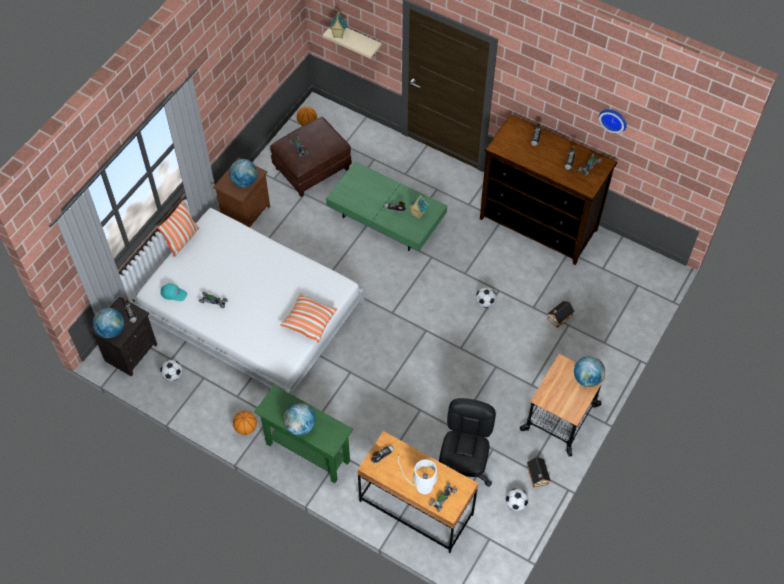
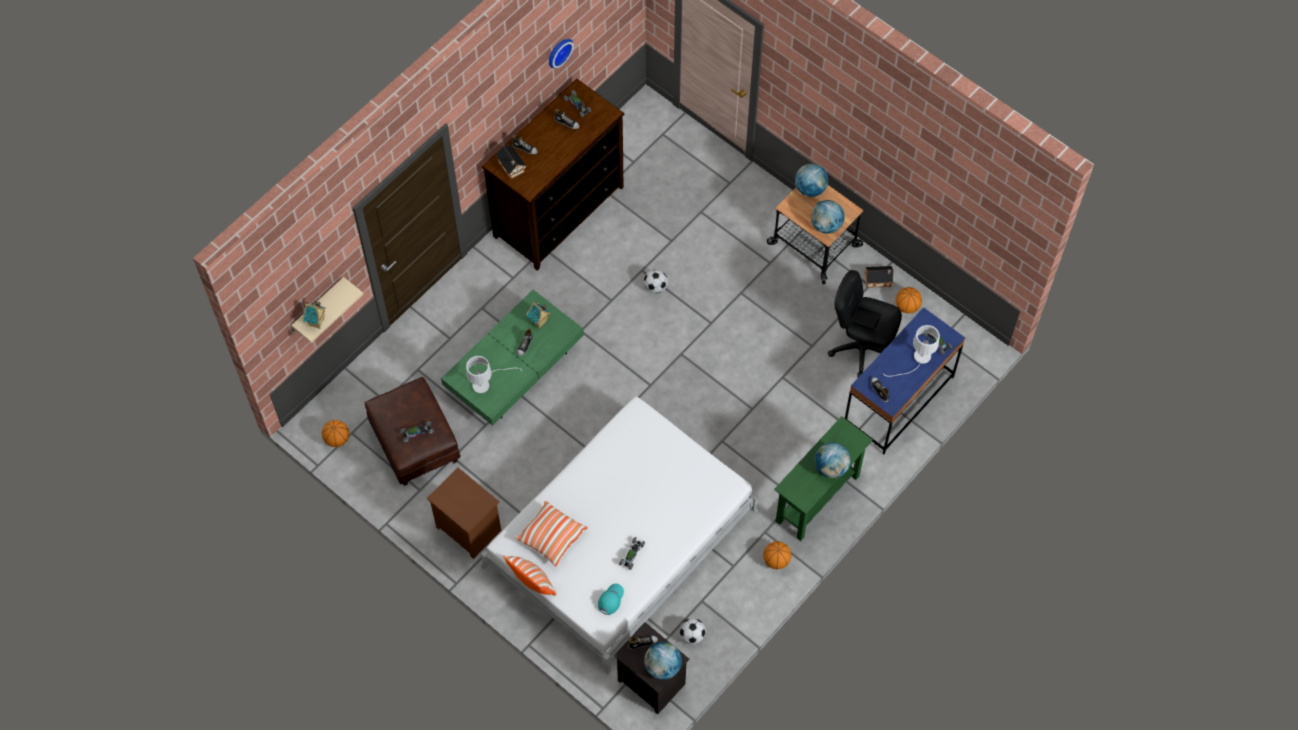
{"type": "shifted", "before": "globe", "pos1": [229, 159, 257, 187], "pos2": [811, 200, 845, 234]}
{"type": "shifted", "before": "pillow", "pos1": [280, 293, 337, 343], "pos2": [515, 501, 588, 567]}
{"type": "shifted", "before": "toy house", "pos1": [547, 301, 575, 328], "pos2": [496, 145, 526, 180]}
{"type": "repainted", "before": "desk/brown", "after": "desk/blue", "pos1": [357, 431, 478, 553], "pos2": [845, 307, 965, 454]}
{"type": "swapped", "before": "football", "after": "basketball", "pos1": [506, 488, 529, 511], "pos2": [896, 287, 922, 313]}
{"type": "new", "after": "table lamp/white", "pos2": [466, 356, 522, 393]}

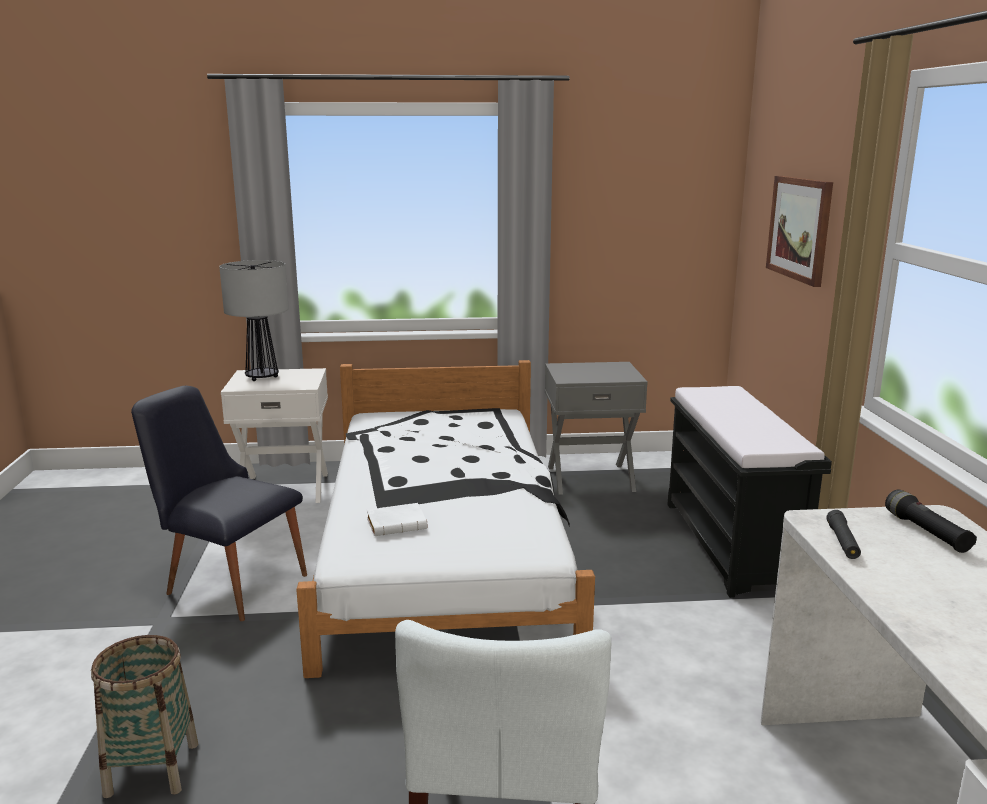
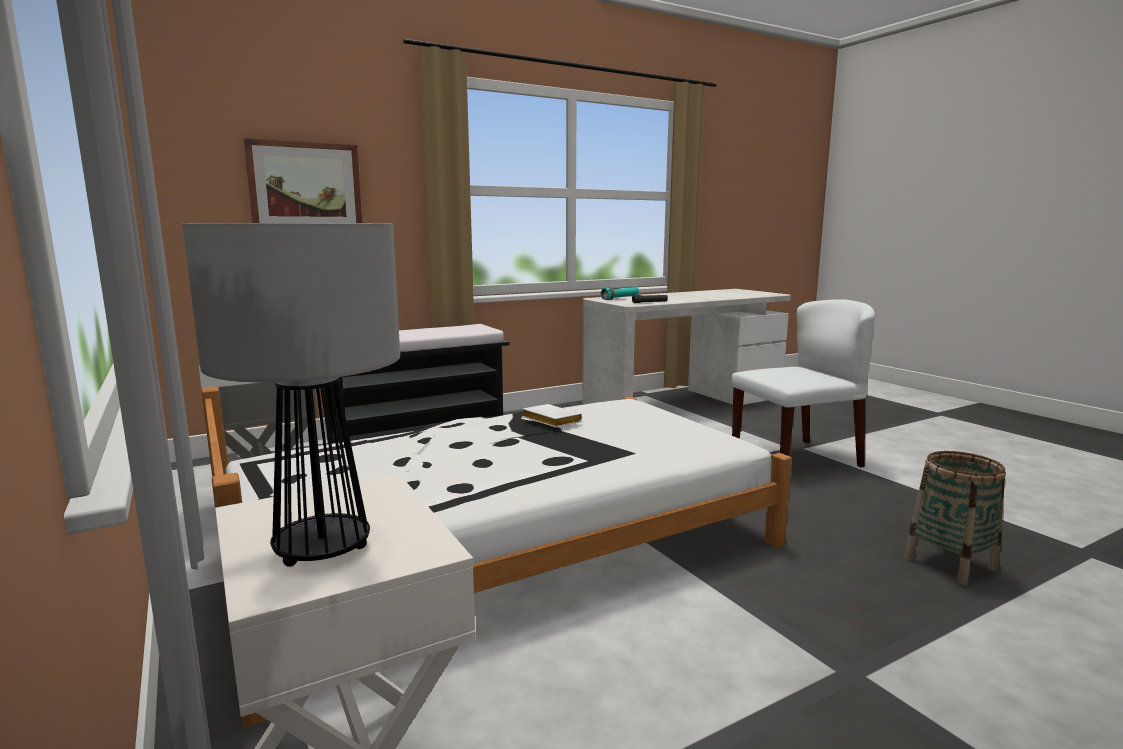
{"type": "gone", "before": "chair/black", "pos1": [131, 386, 307, 621]}
{"type": "repainted", "before": "flashlight/black", "after": "flashlight/turquoise", "pos1": [885, 490, 977, 553], "pos2": [601, 287, 639, 300]}
{"type": "shifted", "before": "book/white", "pos1": [367, 503, 427, 536], "pos2": [522, 404, 582, 427]}

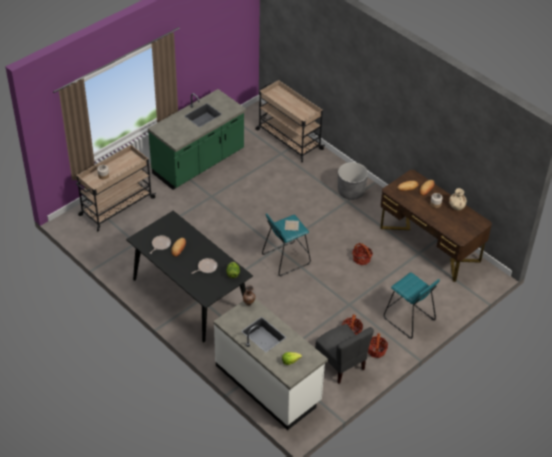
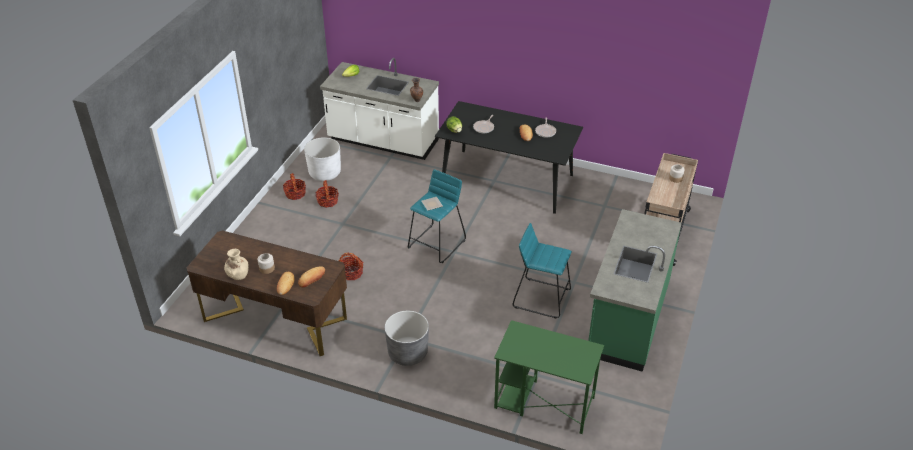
{"type": "swapped", "before": "cart/beige", "after": "desk/green", "pos1": [256, 80, 325, 163], "pos2": [494, 320, 604, 434]}
{"type": "shifted", "before": "stool/turquoise", "pos1": [384, 272, 440, 339], "pos2": [513, 223, 572, 319]}
{"type": "swapped", "before": "chair/grey", "after": "planter/white", "pos1": [315, 324, 374, 384], "pos2": [304, 137, 341, 181]}

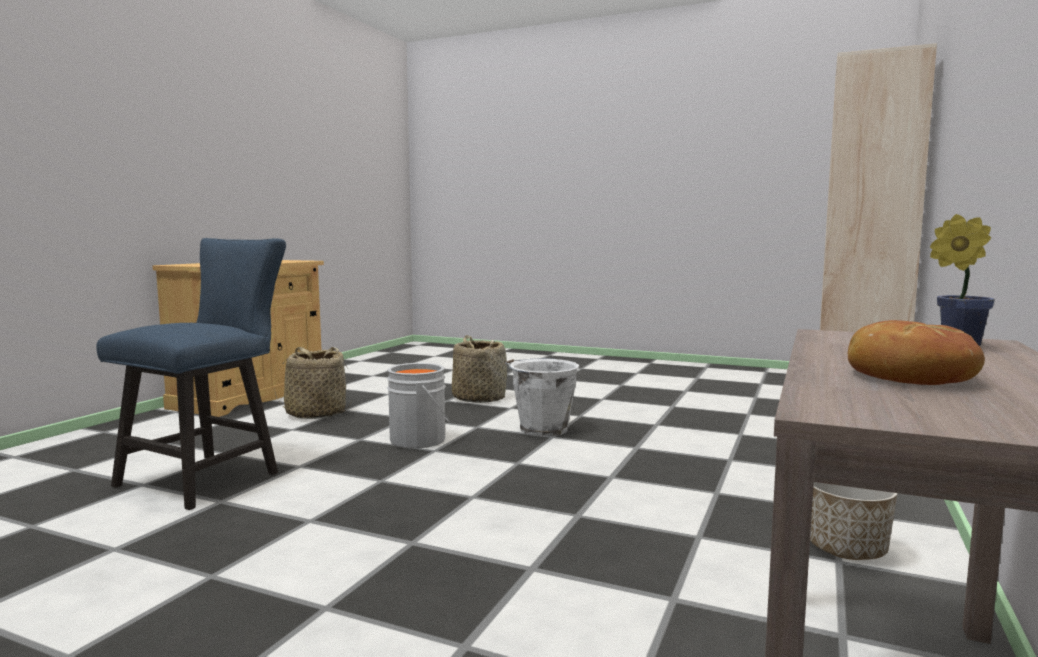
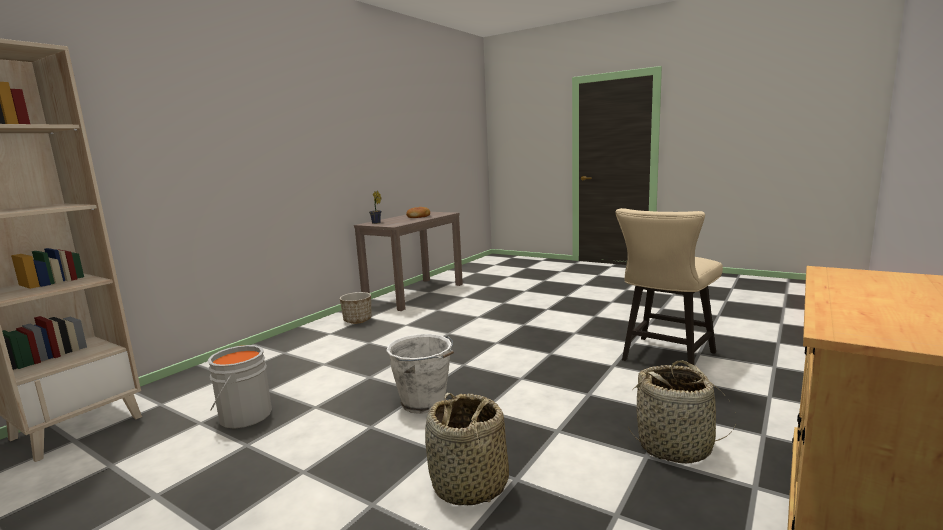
{"type": "repainted", "before": "chair/blue", "after": "chair/beige", "pos1": [96, 238, 286, 510], "pos2": [615, 208, 723, 367]}
{"type": "shifted", "before": "bucket/grey", "pos1": [387, 363, 450, 449], "pos2": [208, 345, 272, 429]}

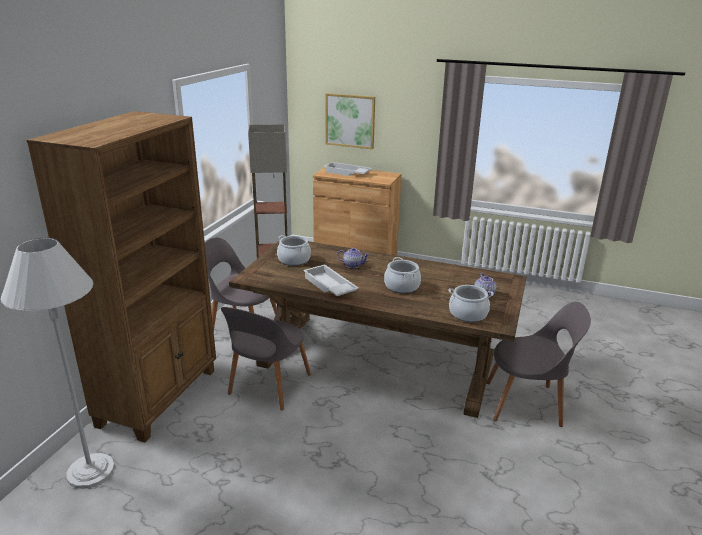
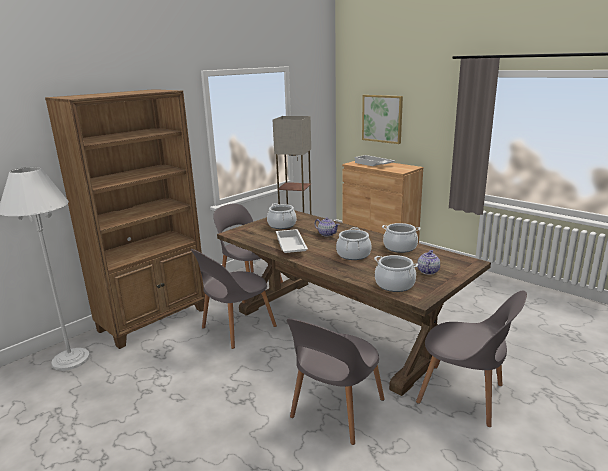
{"type": "new", "after": "cooking pot", "pos2": [382, 223, 421, 253]}
{"type": "new", "after": "chair/grey", "pos2": [287, 318, 385, 445]}

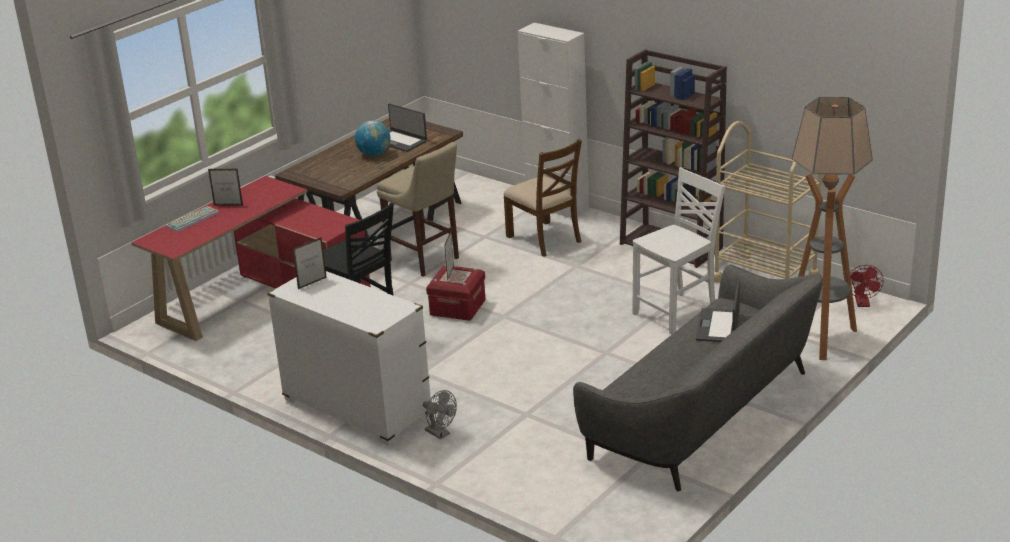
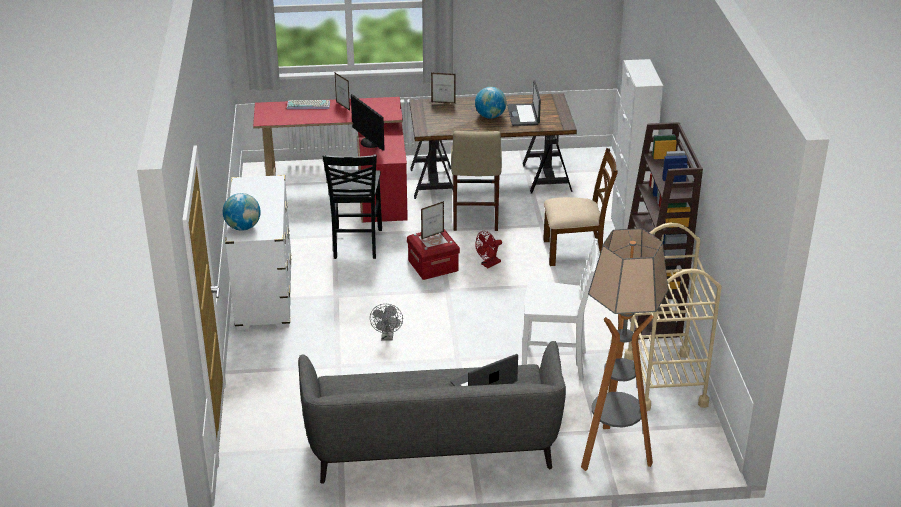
{"type": "rotated", "before": "chair/brown", "pos1": [503, 139, 582, 257], "pos2": [543, 148, 618, 266], "turn": -105}
{"type": "shifted", "before": "picture frame", "pos1": [293, 237, 327, 289], "pos2": [431, 73, 456, 104]}
{"type": "shifted", "before": "fan/red", "pos1": [850, 265, 884, 307], "pos2": [475, 231, 502, 268]}
{"type": "shifted", "before": "fan/grey", "pos1": [423, 390, 457, 439], "pos2": [370, 304, 403, 341]}
{"type": "new", "after": "monitor", "pos2": [351, 94, 384, 151]}
{"type": "new", "after": "globe", "pos2": [223, 193, 261, 231]}

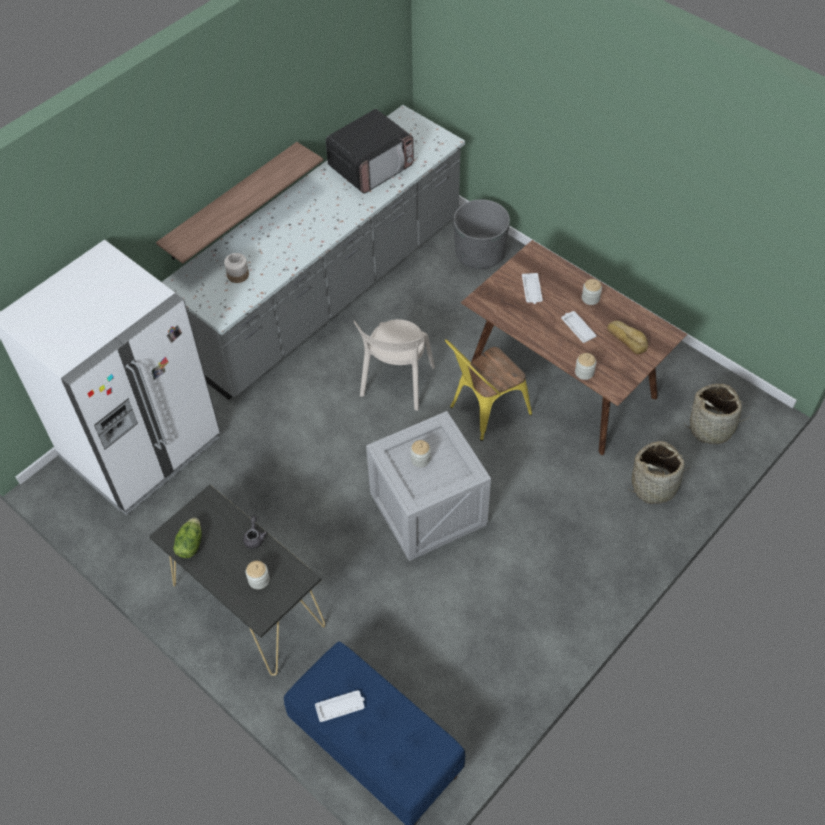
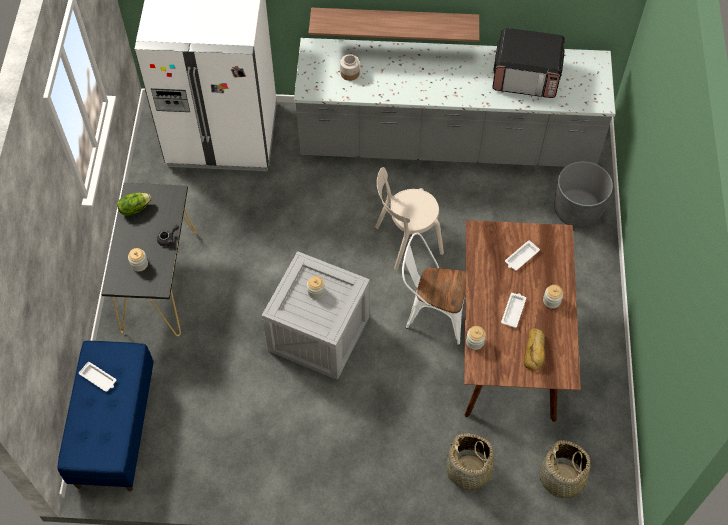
{"type": "repainted", "before": "chair/yellow", "after": "chair/white", "pos1": [445, 339, 532, 441], "pos2": [402, 233, 465, 345]}

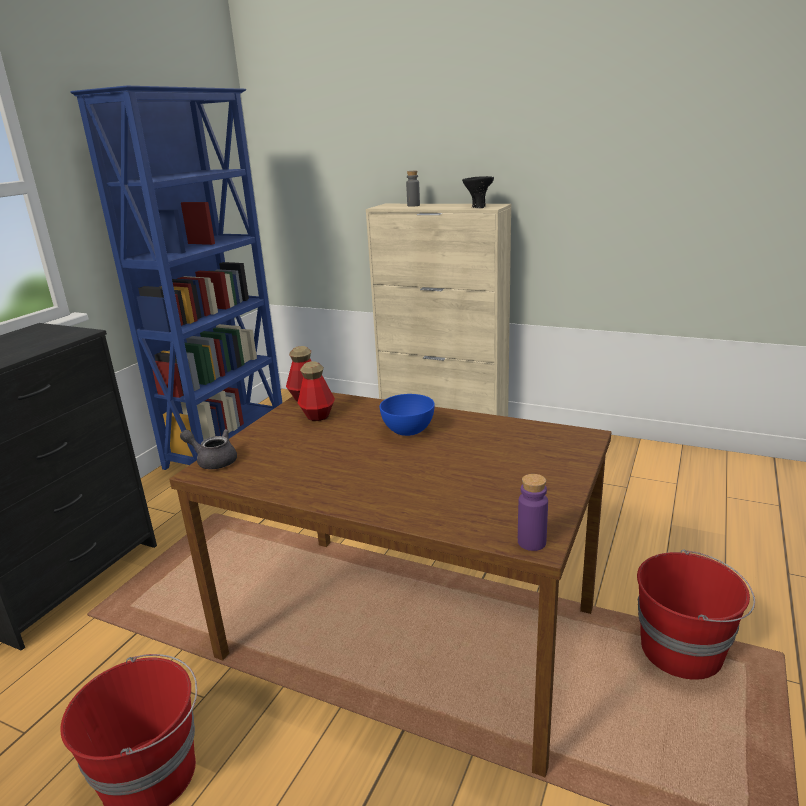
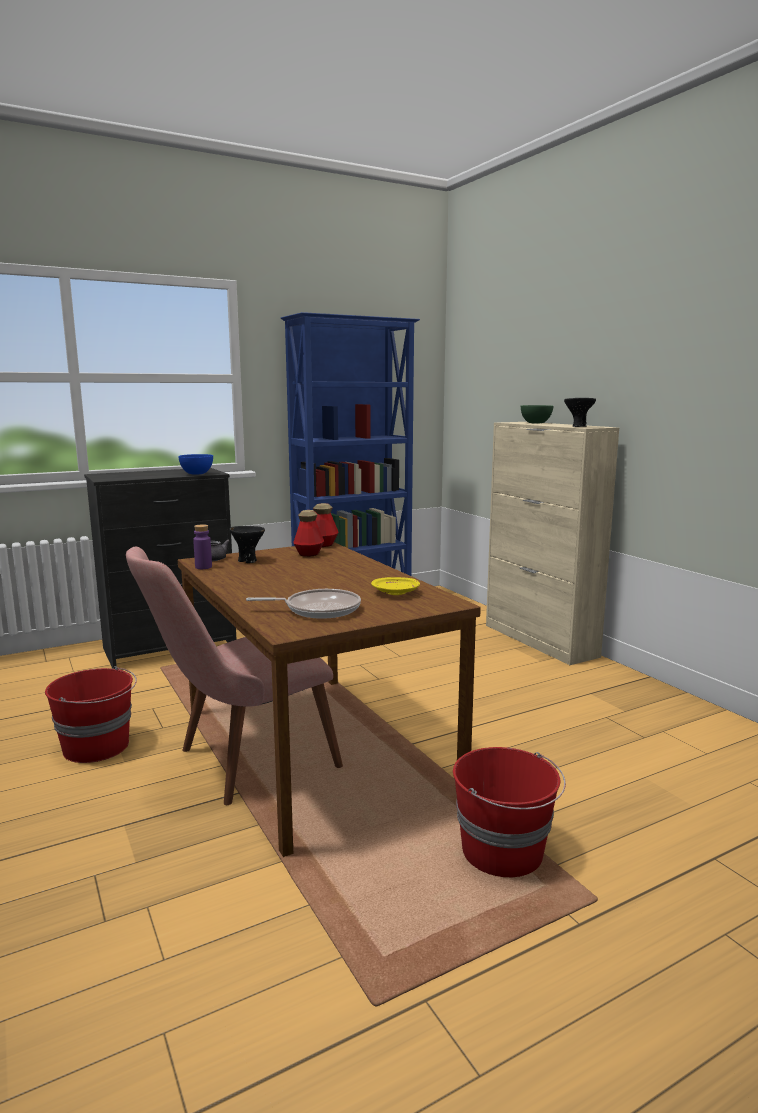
{"type": "swapped", "before": "bottle/grey", "after": "bowl/green", "pos1": [406, 171, 420, 207], "pos2": [521, 405, 553, 423]}
{"type": "shifted", "before": "bowl/blue", "pos1": [380, 394, 435, 436], "pos2": [178, 454, 213, 475]}
{"type": "shifted", "before": "bottle/purple", "pos1": [518, 474, 548, 551], "pos2": [193, 524, 212, 569]}
{"type": "new", "after": "bowl/black", "pos2": [229, 526, 265, 563]}
{"type": "new", "after": "chair/pink", "pos2": [126, 546, 343, 805]}
{"type": "new", "after": "plate/yellow", "pos2": [371, 577, 420, 595]}
{"type": "new", "after": "frying pan", "pos2": [246, 589, 361, 619]}

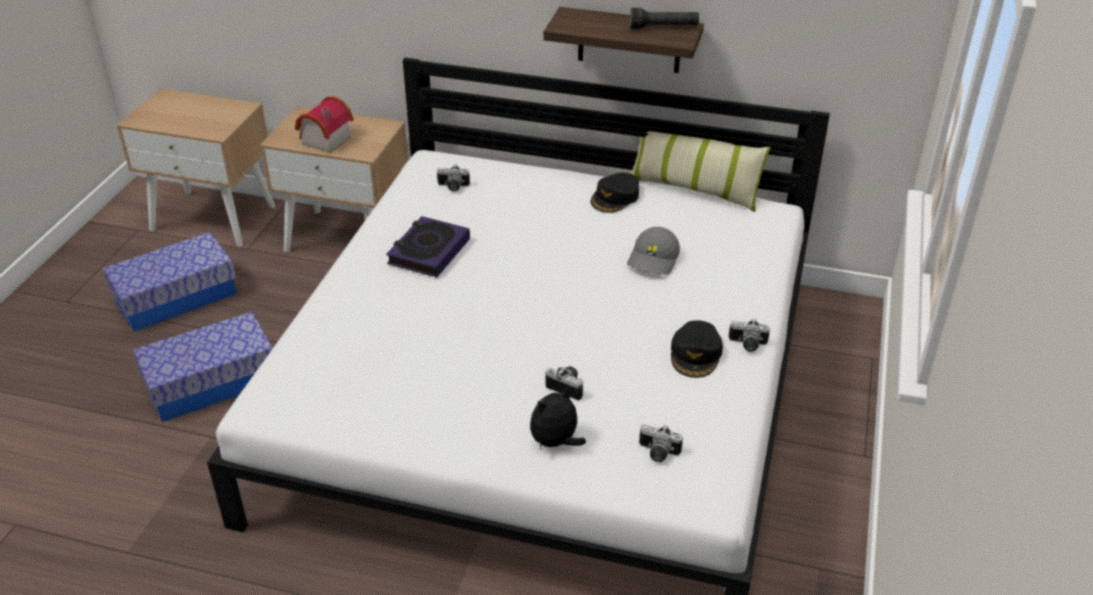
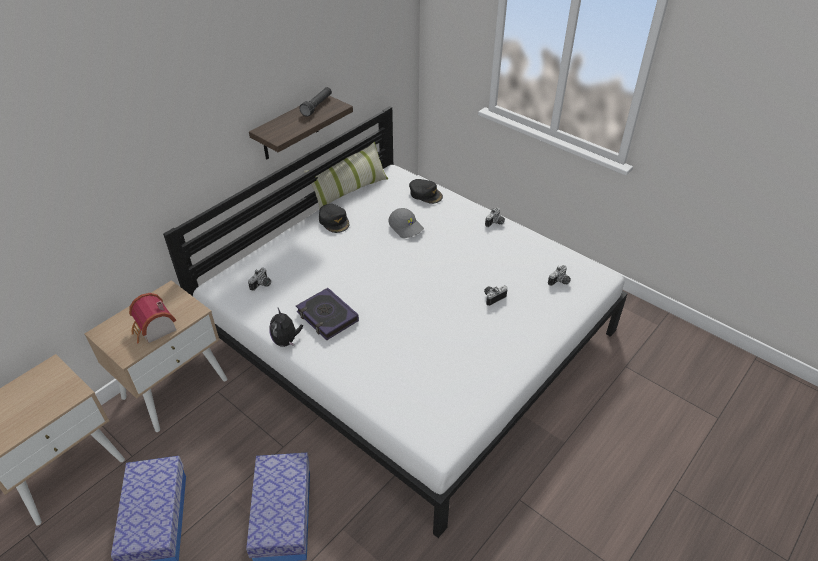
{"type": "shifted", "before": "cap/black", "pos1": [671, 320, 723, 378], "pos2": [409, 179, 443, 204]}
{"type": "shifted", "before": "plush toy", "pos1": [530, 385, 586, 449], "pos2": [269, 308, 303, 347]}

